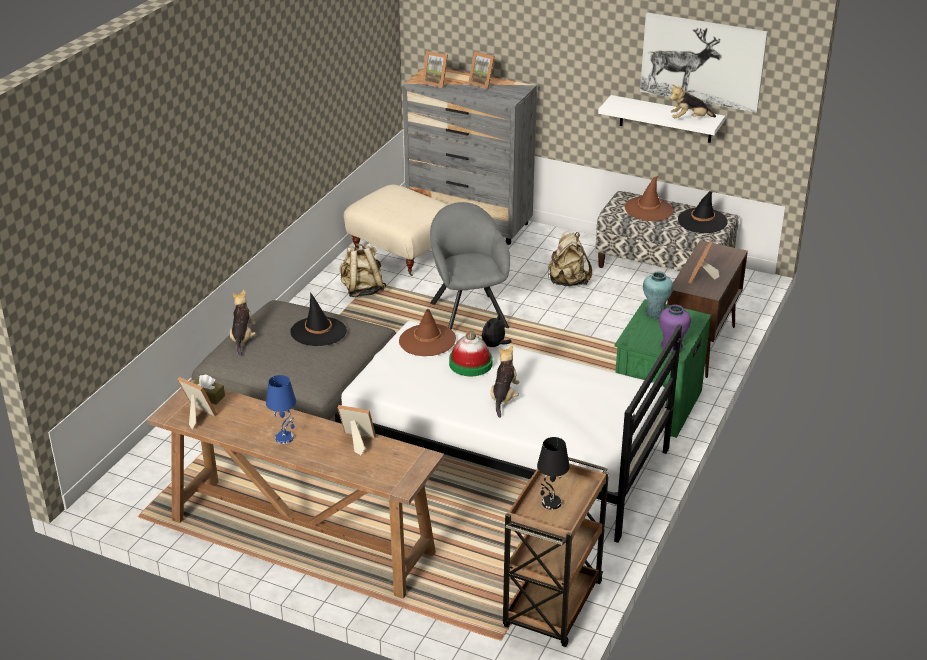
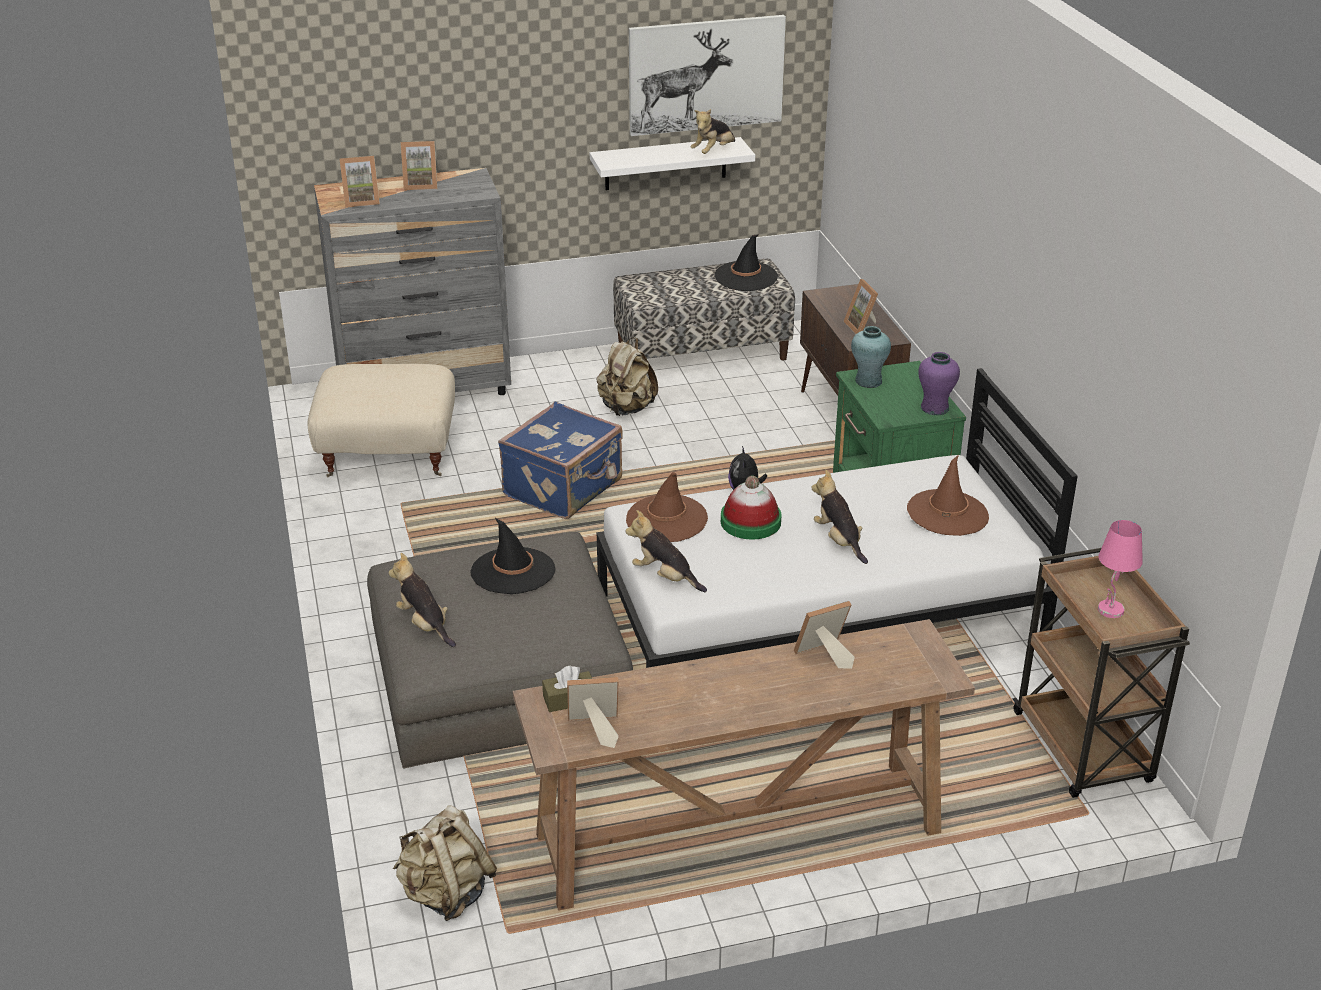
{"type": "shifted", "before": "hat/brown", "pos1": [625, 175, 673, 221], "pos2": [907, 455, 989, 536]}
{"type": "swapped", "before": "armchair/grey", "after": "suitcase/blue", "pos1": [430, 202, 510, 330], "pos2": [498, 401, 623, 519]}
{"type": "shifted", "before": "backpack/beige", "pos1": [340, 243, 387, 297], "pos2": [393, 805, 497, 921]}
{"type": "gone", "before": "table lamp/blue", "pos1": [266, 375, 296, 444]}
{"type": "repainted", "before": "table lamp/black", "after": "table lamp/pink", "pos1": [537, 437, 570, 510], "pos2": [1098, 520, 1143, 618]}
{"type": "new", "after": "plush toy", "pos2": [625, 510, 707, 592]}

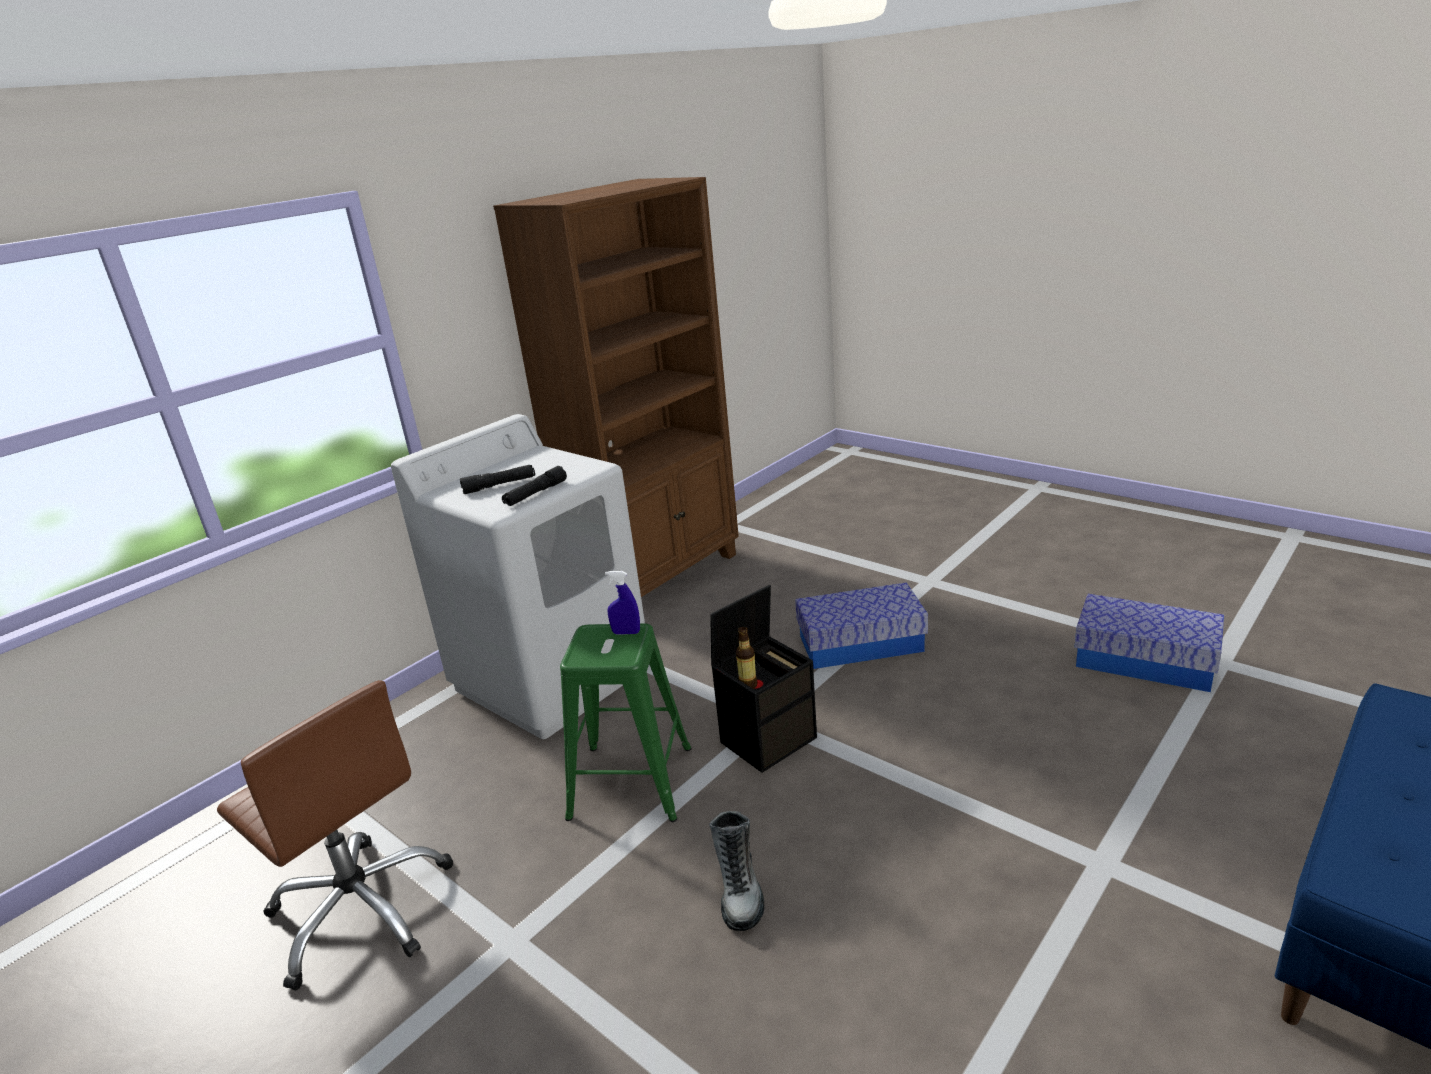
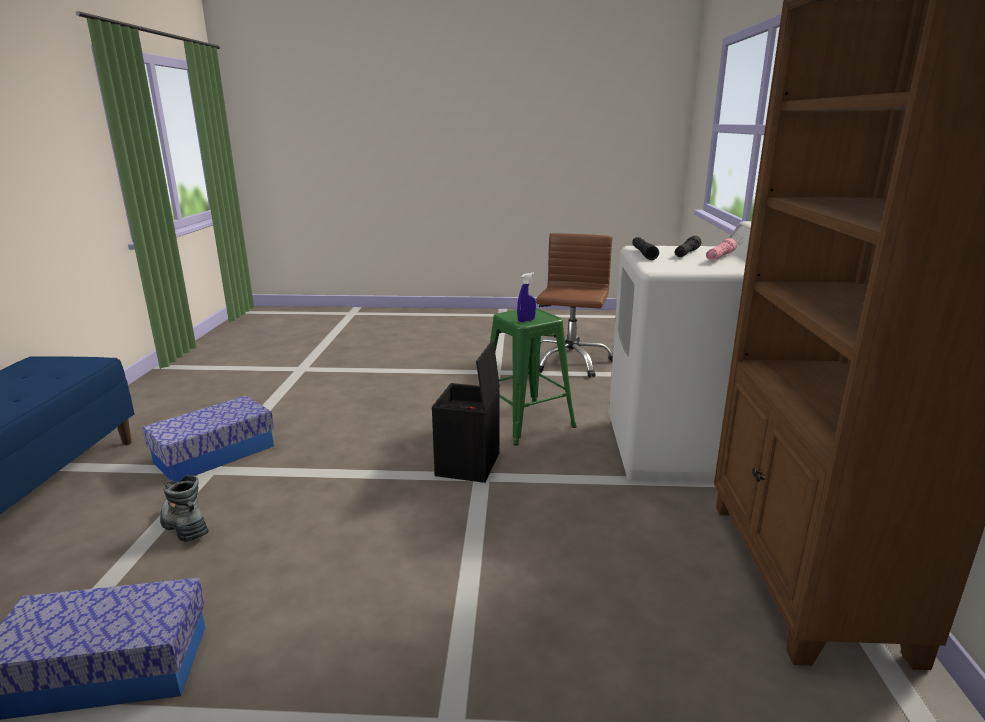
{"type": "shifted", "before": "storage box", "pos1": [795, 582, 928, 669], "pos2": [142, 396, 274, 482]}
{"type": "gone", "before": "bottle", "pos1": [736, 627, 757, 689]}
{"type": "rotated", "before": "office chair/brown", "pos1": [217, 680, 453, 991], "pos2": [536, 233, 613, 378], "turn": 105}
{"type": "shifted", "before": "boot", "pos1": [709, 811, 764, 931], "pos2": [160, 475, 209, 542]}
{"type": "new", "after": "flashlight/pink", "pos2": [706, 238, 737, 260]}

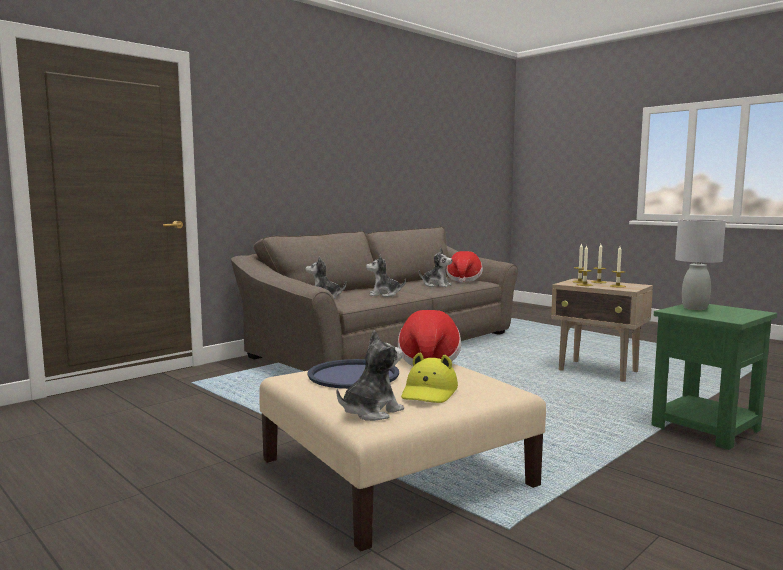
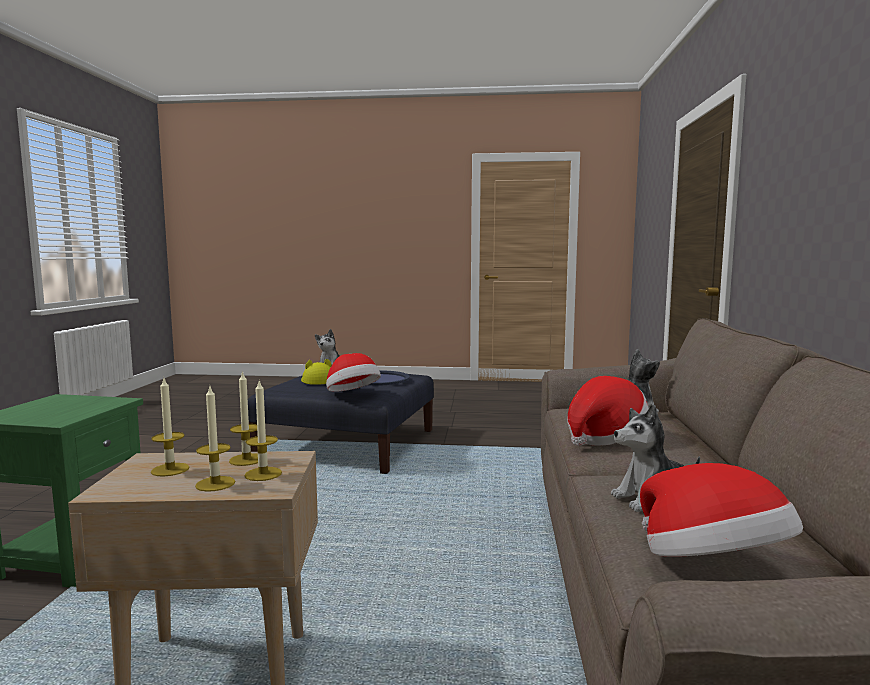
{"type": "gone", "before": "table lamp/grey", "pos1": [675, 219, 726, 310]}
{"type": "swapped", "before": "plush toy", "after": "hat", "pos1": [366, 254, 406, 297], "pos2": [567, 376, 649, 446]}
{"type": "repainted", "before": "ottoman/beige", "after": "ottoman/blue", "pos1": [260, 358, 546, 552], "pos2": [248, 374, 434, 474]}

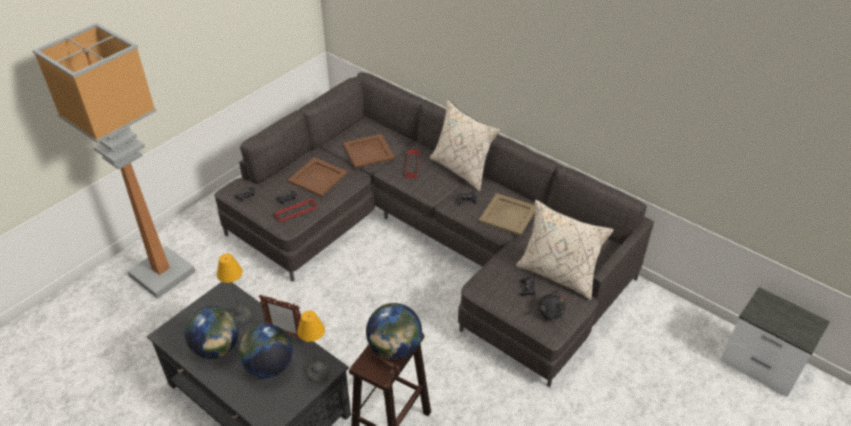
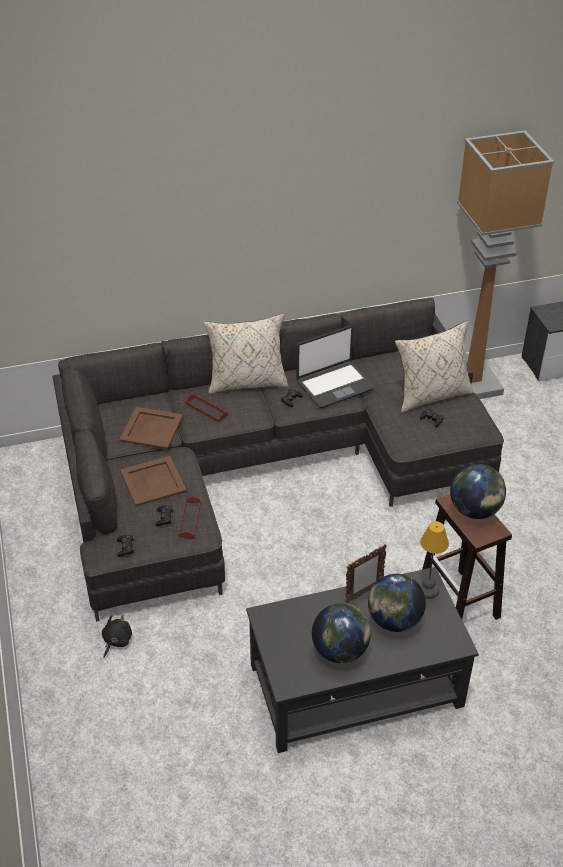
{"type": "shifted", "before": "floor lamp", "pos1": [32, 23, 196, 299], "pos2": [457, 131, 554, 399]}
{"type": "swapped", "before": "tray/beige", "after": "laptop", "pos1": [478, 193, 535, 236], "pos2": [297, 326, 375, 408]}
{"type": "gone", "before": "table lamp", "pos1": [217, 253, 251, 324]}
{"type": "shifted", "before": "plush toy/black", "pos1": [527, 290, 565, 321], "pos2": [102, 615, 132, 658]}

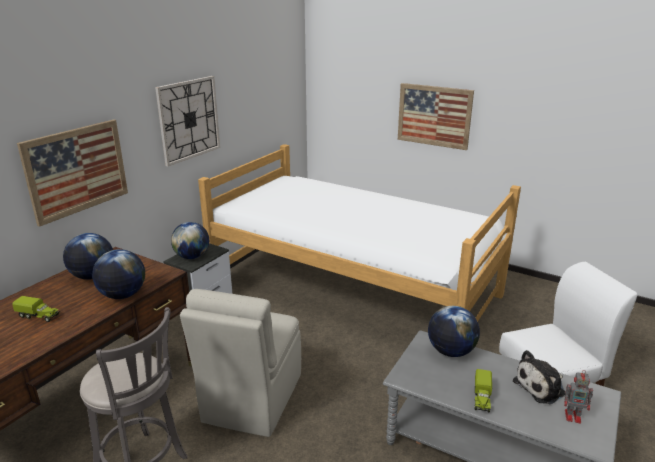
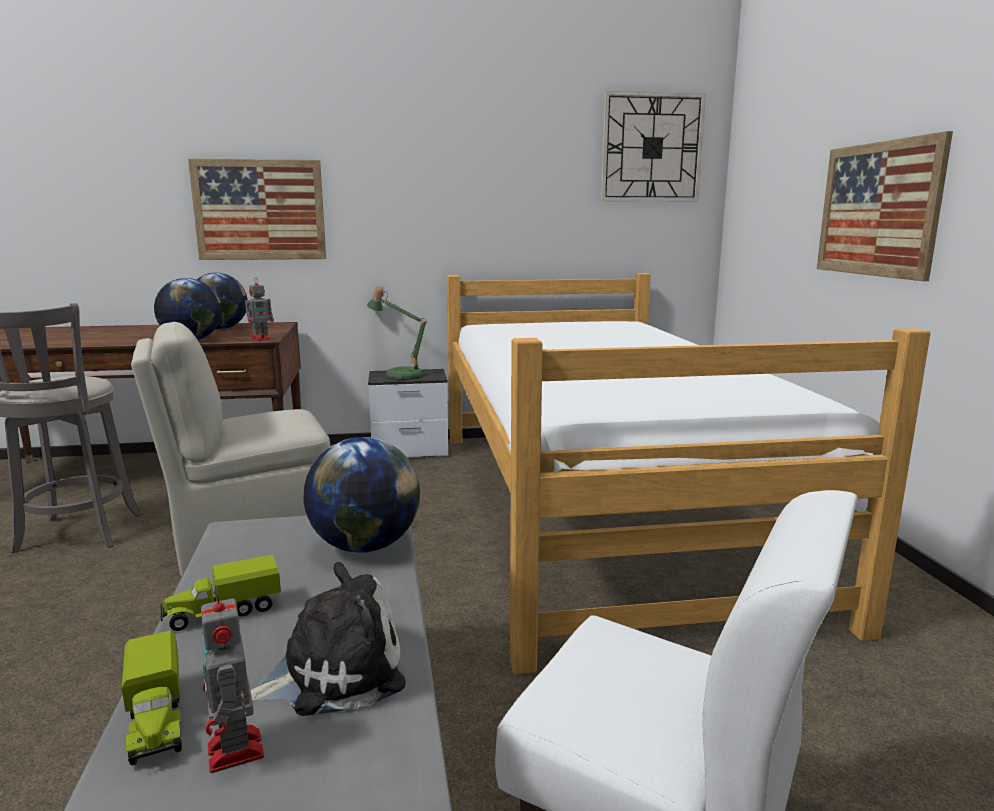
{"type": "shifted", "before": "wall clock", "pos1": [155, 76, 220, 166], "pos2": [601, 91, 706, 201]}
{"type": "swapped", "before": "globe", "after": "table lamp", "pos1": [171, 222, 209, 259], "pos2": [367, 286, 428, 380]}
{"type": "shifted", "before": "toy truck", "pos1": [12, 296, 60, 322], "pos2": [122, 631, 182, 766]}
{"type": "rotated", "before": "plush toy", "pos1": [513, 350, 565, 404], "pos2": [251, 562, 406, 716], "turn": 135}
{"type": "new", "after": "toy robot", "pos2": [245, 279, 274, 341]}

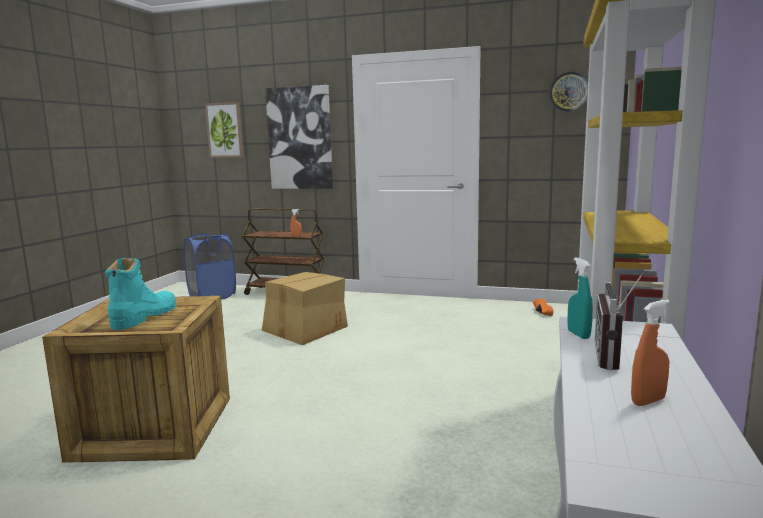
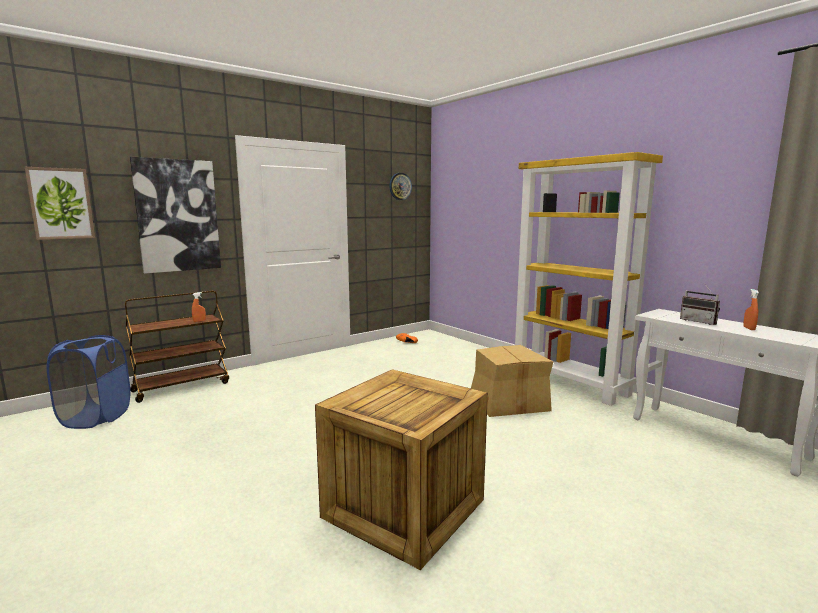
{"type": "gone", "before": "spray bottle/turquoise", "pos1": [567, 257, 593, 339]}
{"type": "gone", "before": "boot/turquoise", "pos1": [105, 258, 176, 330]}
{"type": "shifted", "before": "cardboard box", "pos1": [262, 272, 348, 345], "pos2": [471, 345, 554, 417]}

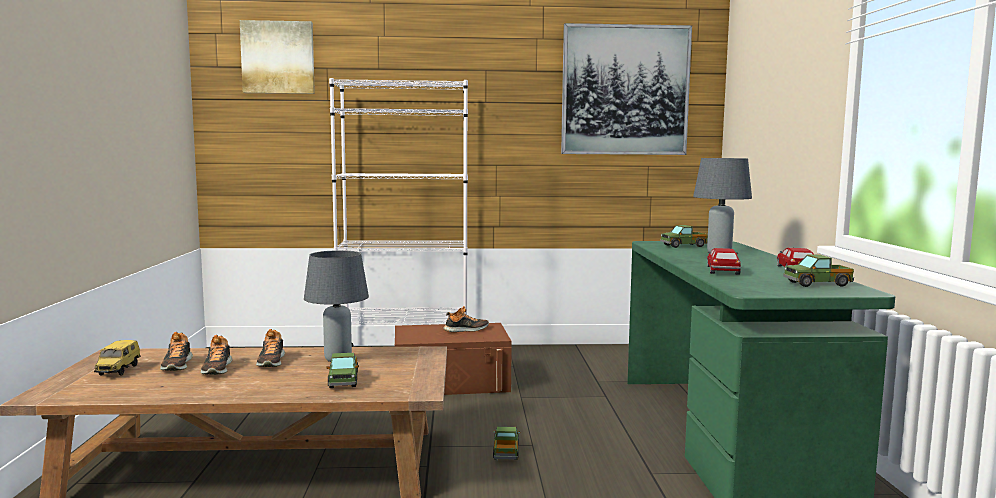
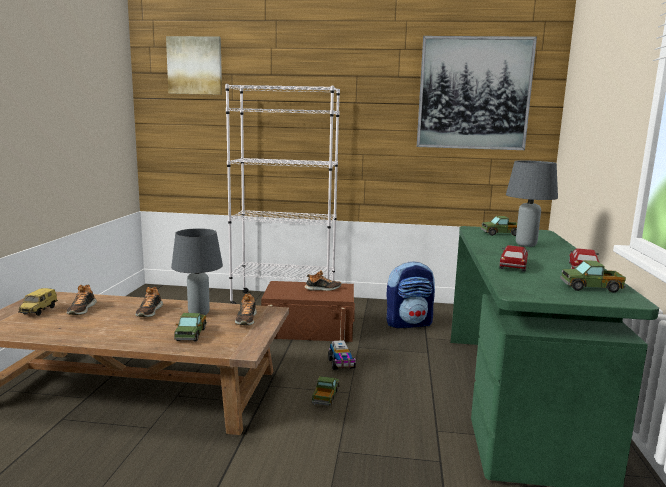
{"type": "shifted", "before": "shoe", "pos1": [200, 335, 232, 375], "pos2": [235, 293, 257, 325]}
{"type": "new", "after": "backpack", "pos2": [387, 261, 435, 328]}
{"type": "new", "after": "toy truck", "pos2": [328, 340, 356, 370]}

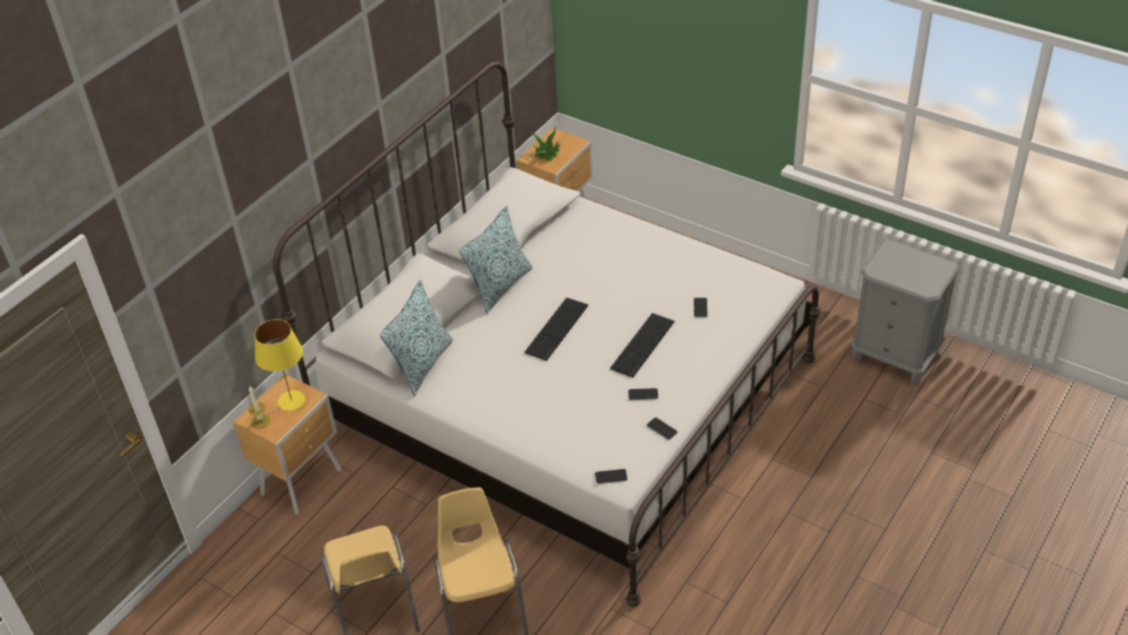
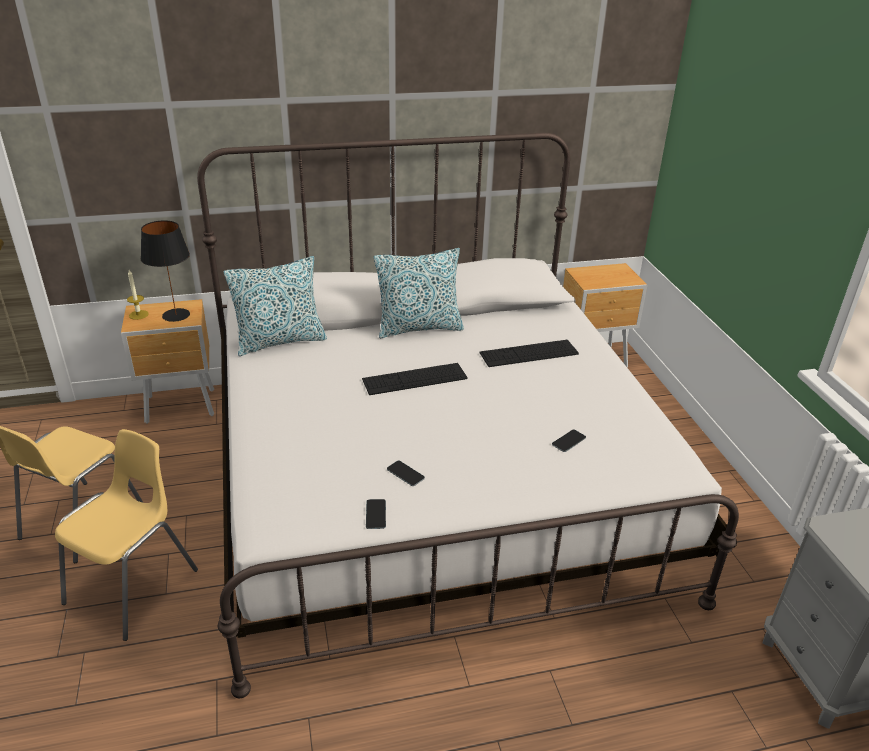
{"type": "gone", "before": "potted plant", "pos1": [532, 125, 561, 161]}
{"type": "shifted", "before": "keyboard", "pos1": [610, 313, 674, 378], "pos2": [480, 340, 579, 367]}
{"type": "repainted", "before": "table lamp/yellow", "after": "table lamp/black", "pos1": [255, 319, 305, 411], "pos2": [141, 220, 190, 322]}
{"type": "gone", "before": "phone", "pos1": [595, 469, 627, 484]}

